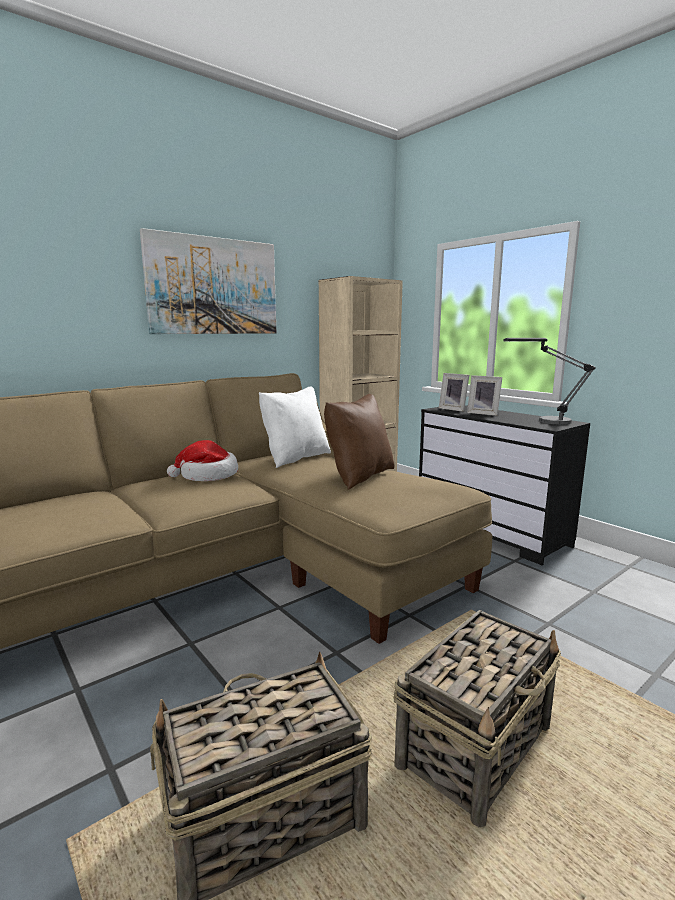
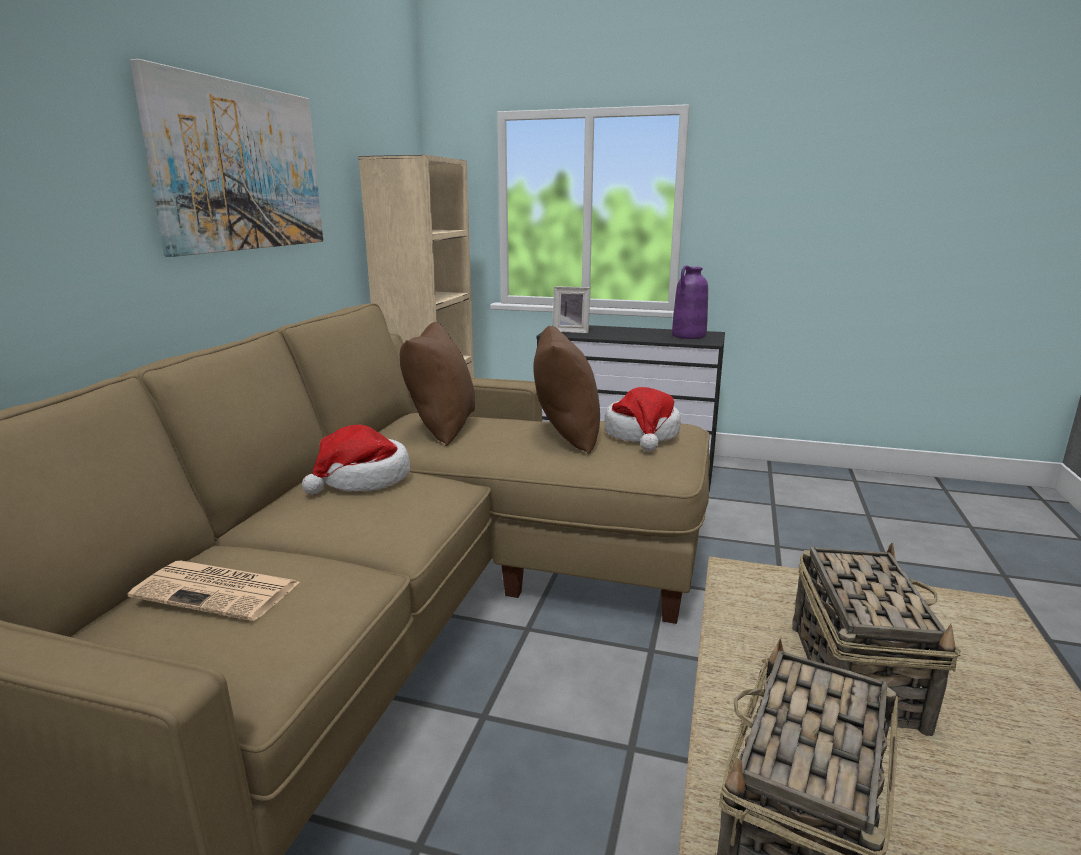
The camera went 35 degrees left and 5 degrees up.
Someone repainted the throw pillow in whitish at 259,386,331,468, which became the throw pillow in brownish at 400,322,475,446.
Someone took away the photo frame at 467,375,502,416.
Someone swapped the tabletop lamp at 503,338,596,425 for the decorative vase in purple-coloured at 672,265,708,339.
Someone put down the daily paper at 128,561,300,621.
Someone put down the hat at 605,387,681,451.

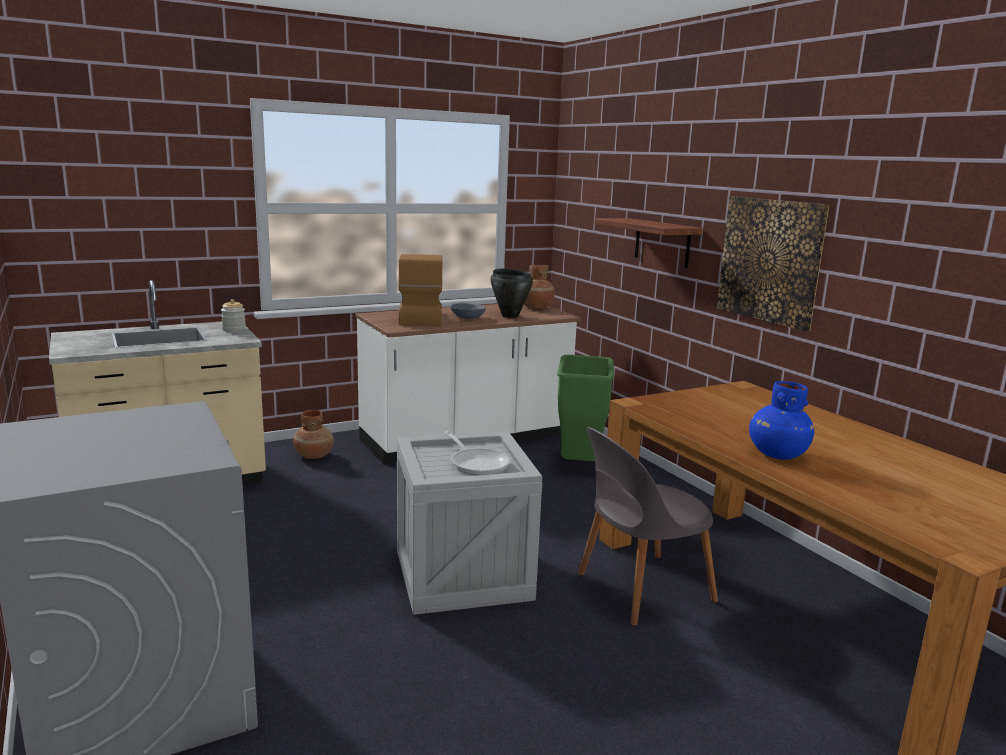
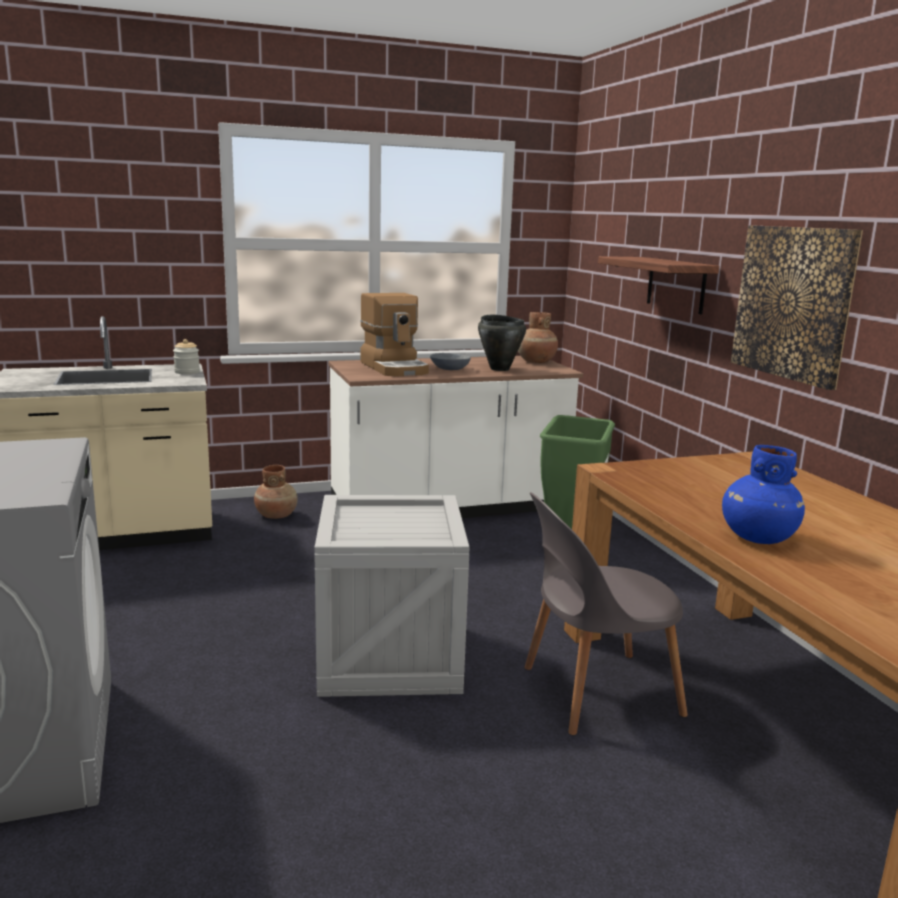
The camera went 10 degrees right and 0 degrees up.
Someone rotated the coffee maker at 398,254,443,326 by 150 degrees clockwise.
Someone took away the frying pan at 444,431,511,475.

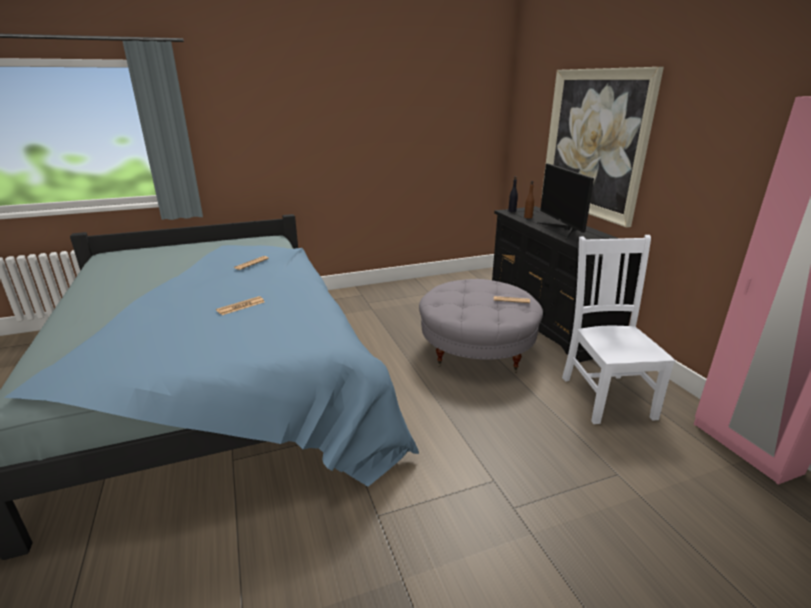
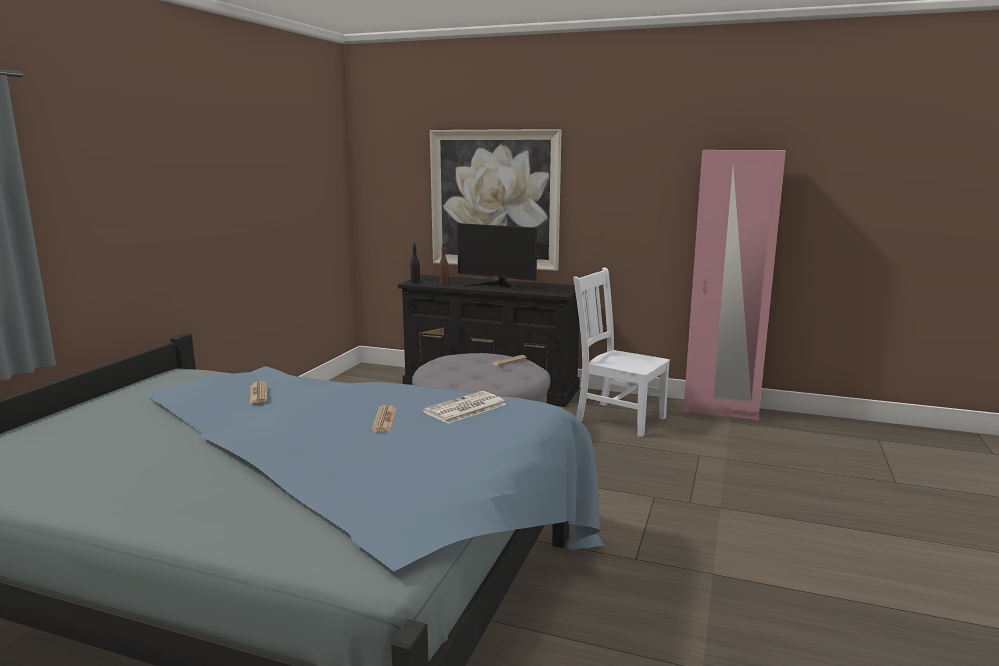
The camera went 50 degrees left and 10 degrees down.
Someone put down the daily paper at 423,391,507,424.

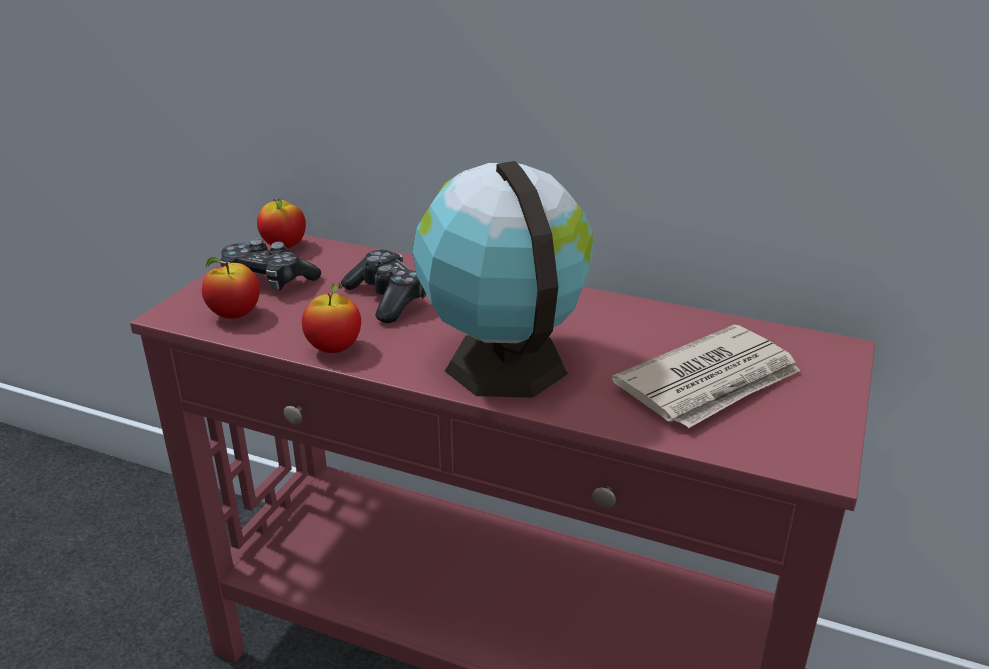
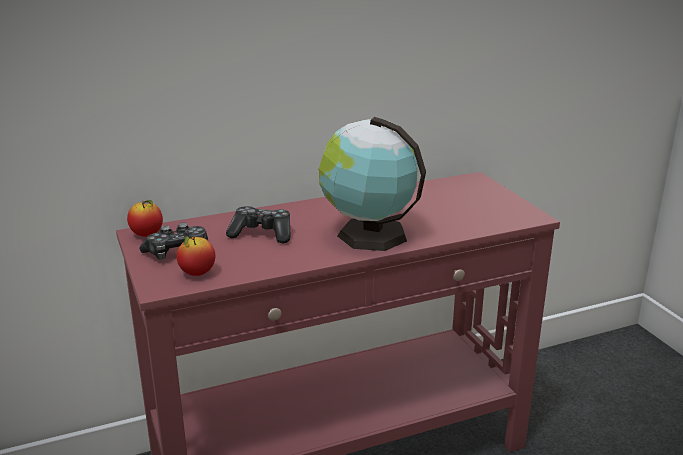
The camera went 45 degrees left and 5 degrees down.
Someone took away the apple at 302,282,361,353.
Someone took away the daily paper at 612,325,800,428.

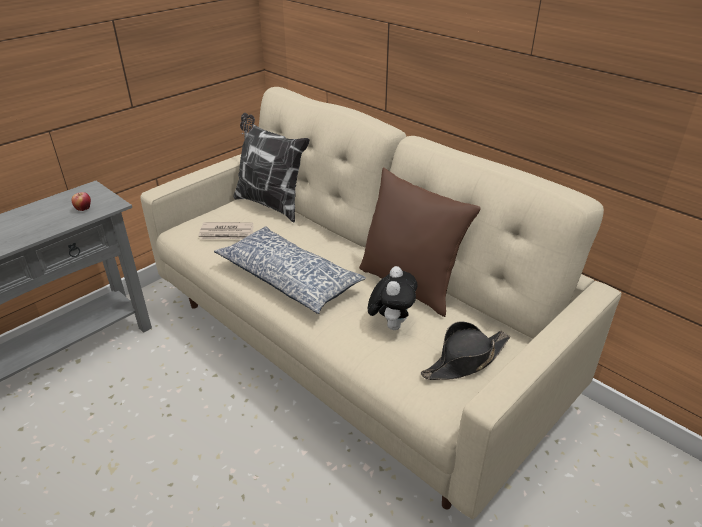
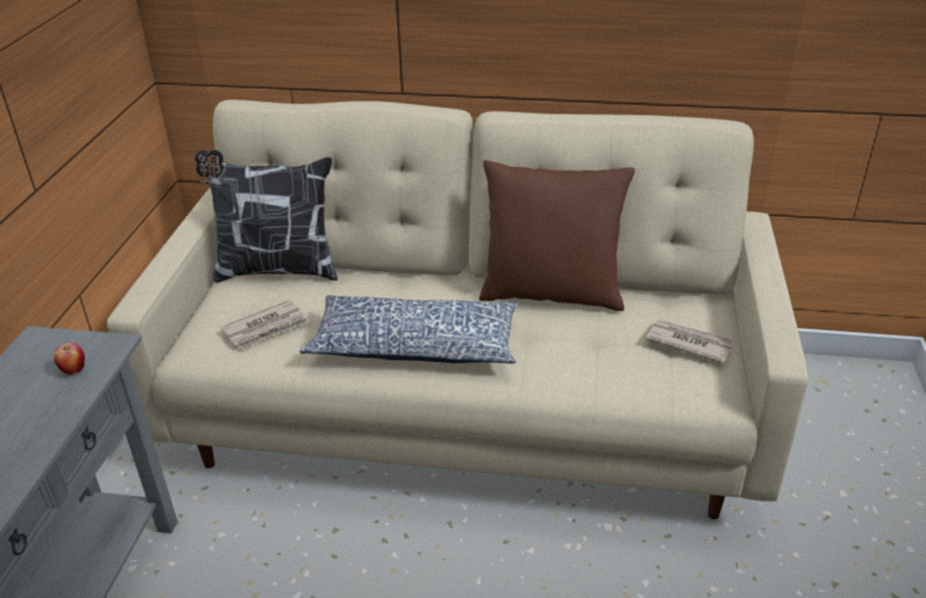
The camera went 35 degrees left and 0 degrees up.
Someone took away the plush toy at 368,266,418,330.
Someone swapped the hat in black-coloured at 421,321,510,380 for the daily paper at 646,320,735,364.

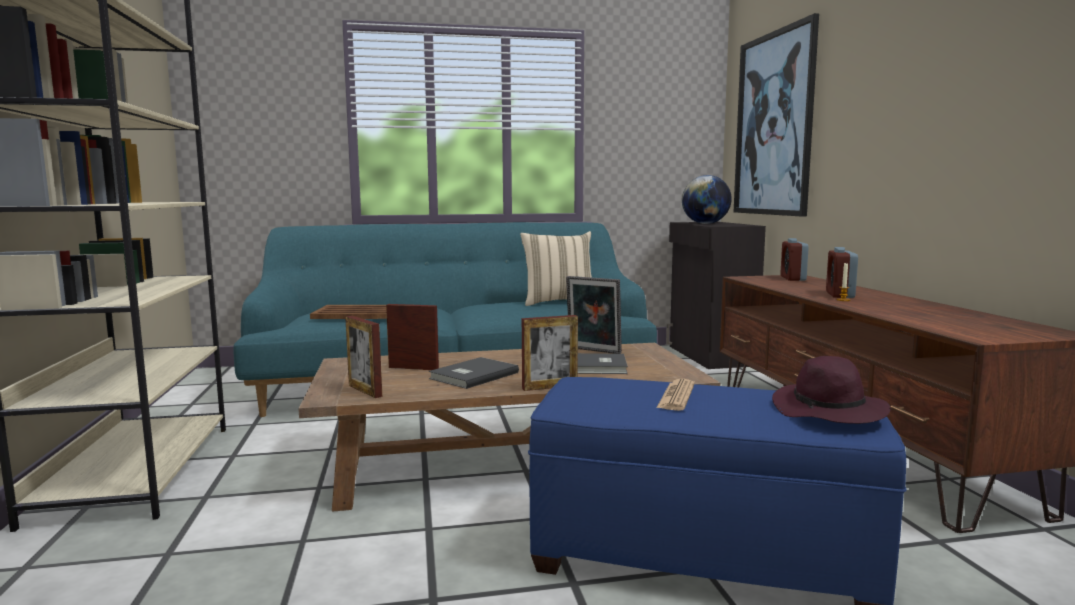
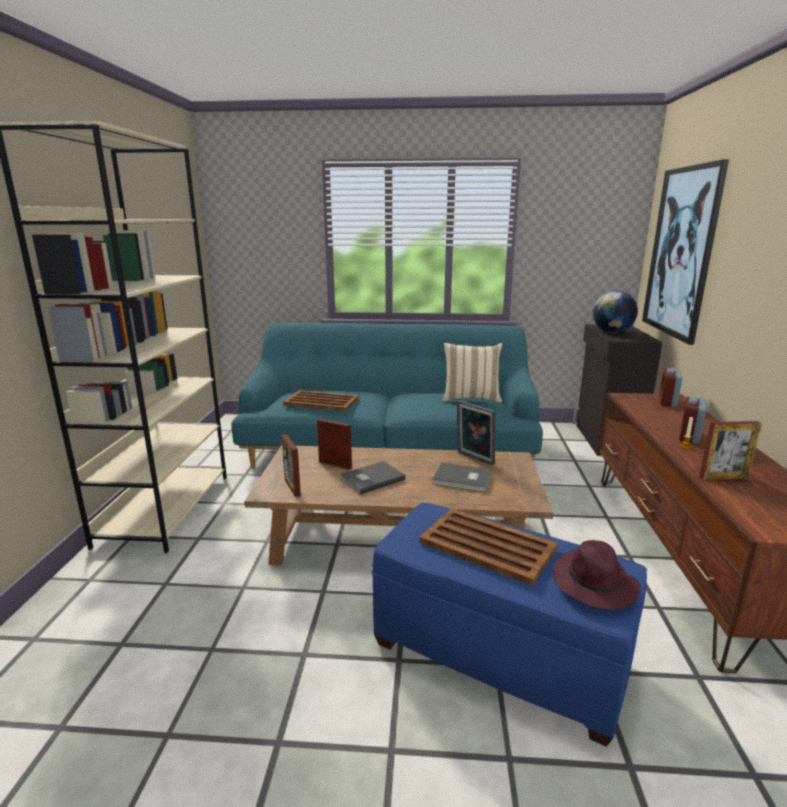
The camera went 15 degrees right and 10 degrees up.
Someone carried the photo frame from 522,315,578,391 to 699,421,762,480.
Someone swapped the daily paper at 657,379,695,411 for the carrying tray in brownish at 419,508,558,586.

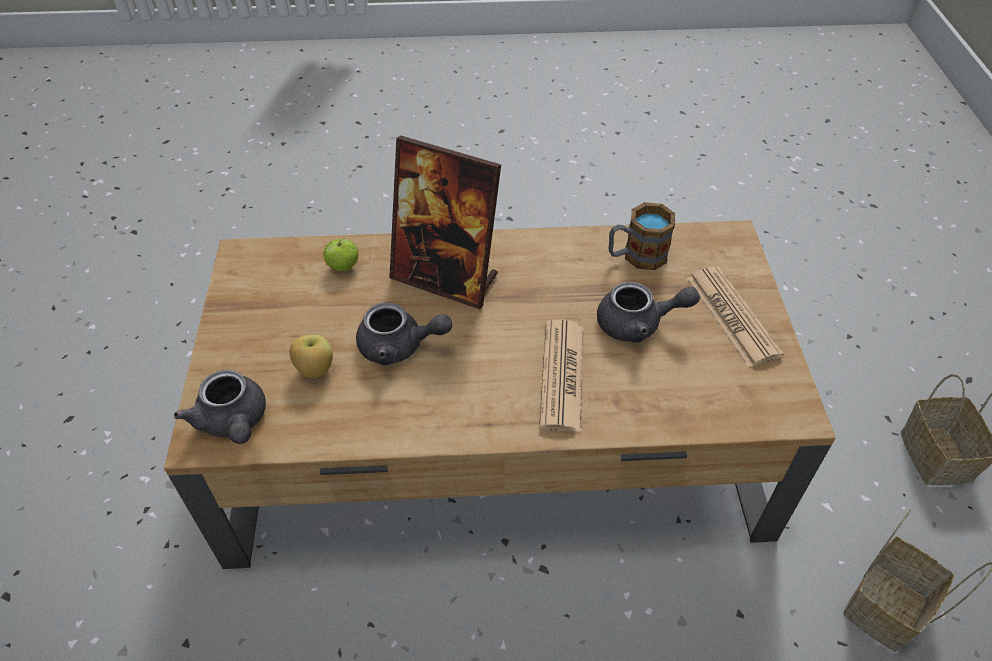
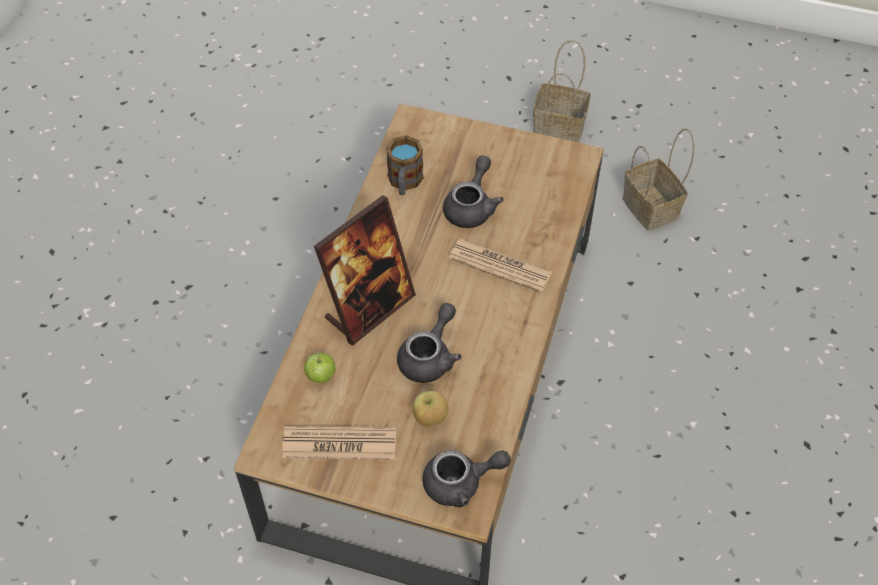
The camera went 70 degrees left and 5 degrees up.
Someone carried the daily paper from 686,266,784,367 to 282,426,396,460.

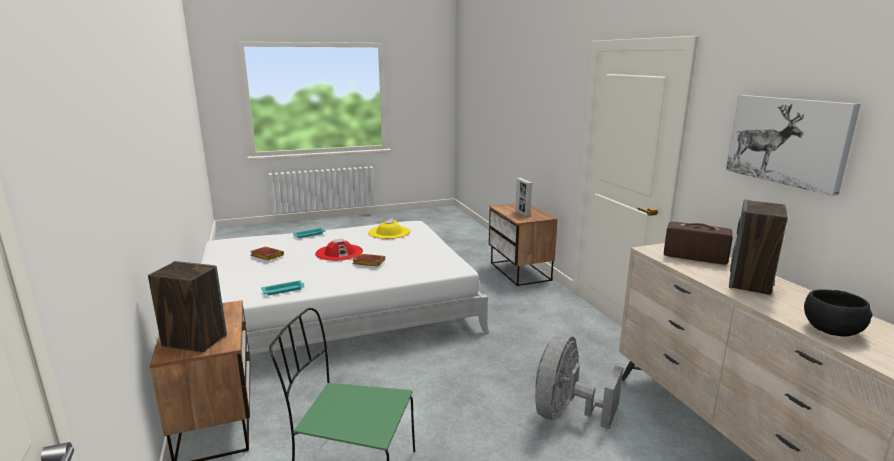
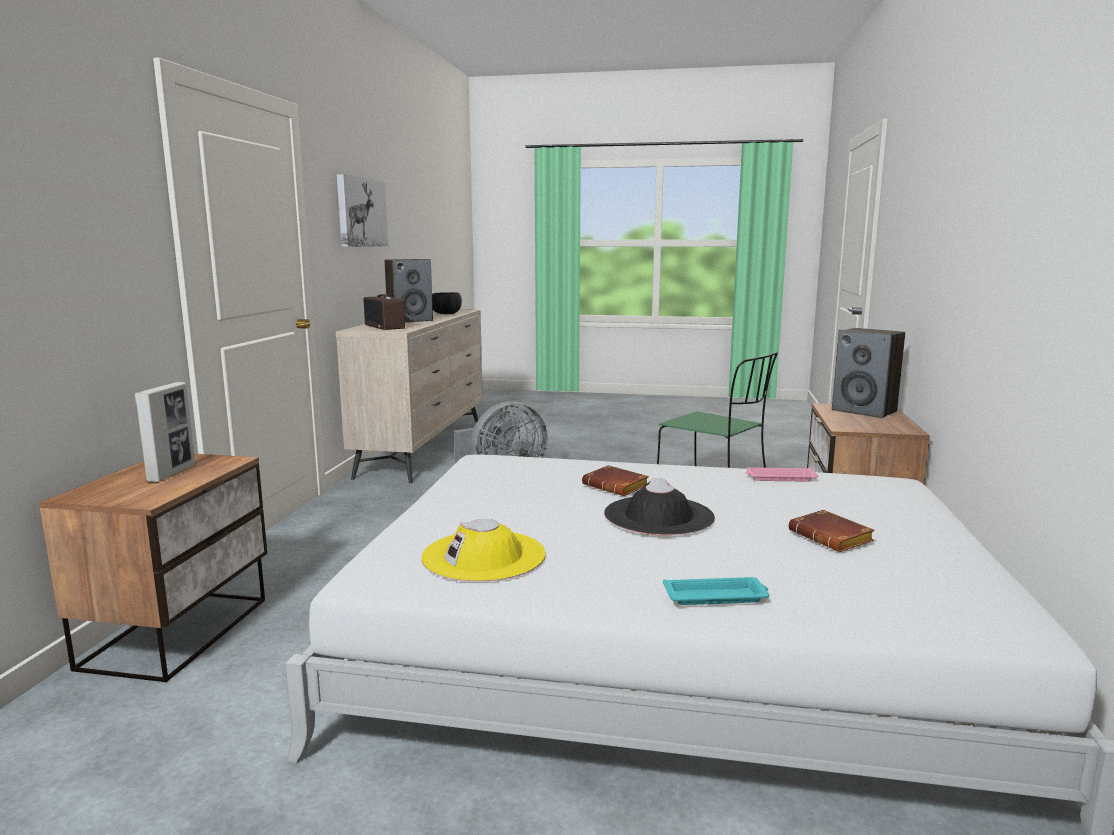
The camera went 150 degrees left and 5 degrees down.
Someone repainted the carrying tray in turquoise at 261,280,304,295, which became the carrying tray in pink-coloured at 745,467,818,481.
Someone repainted the hat in red-coloured at 315,239,363,261, which became the hat in black-coloured at 604,478,715,536.

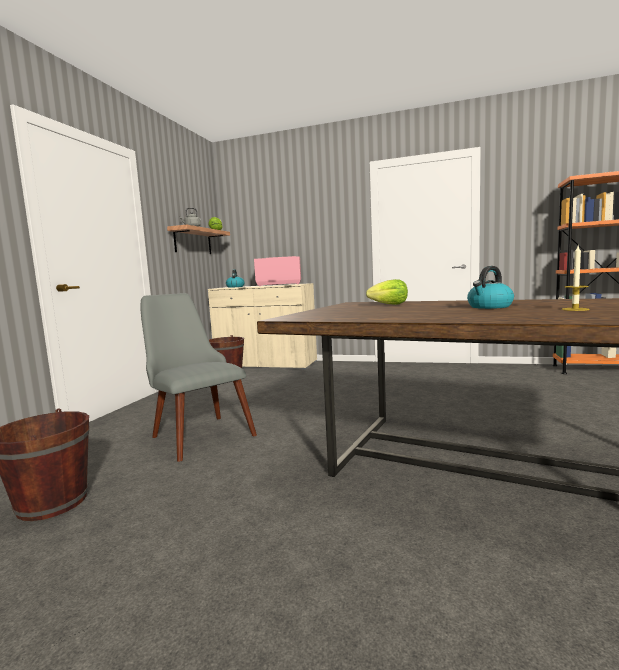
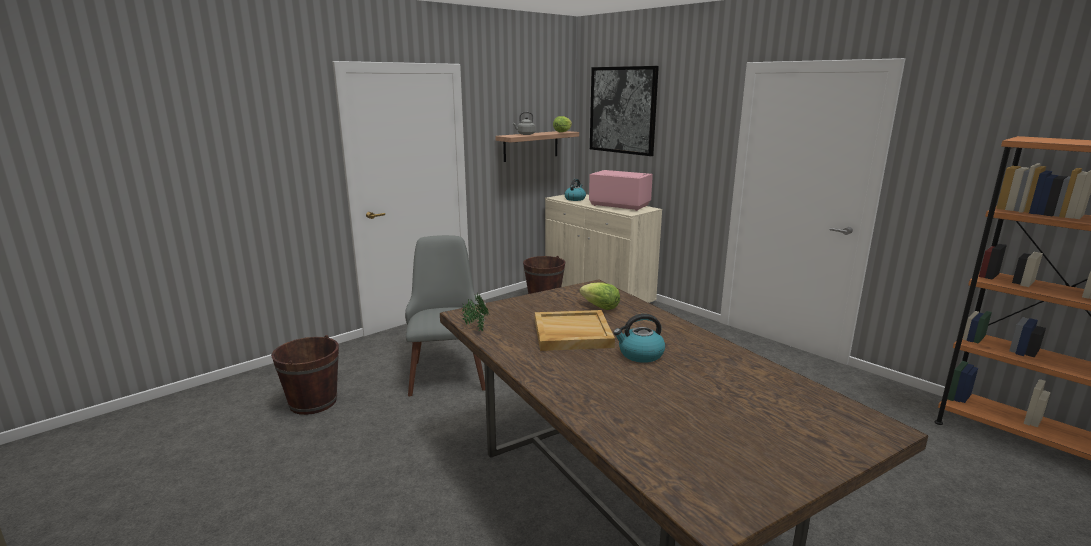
The camera went 30 degrees right and 10 degrees up.
Someone took away the wax light at 561,246,589,311.
Someone put down the potted plant at 462,293,489,331.
Someone put down the carrying tray in beige at 535,310,615,351.
Someone put up the picture at 590,66,659,156.

